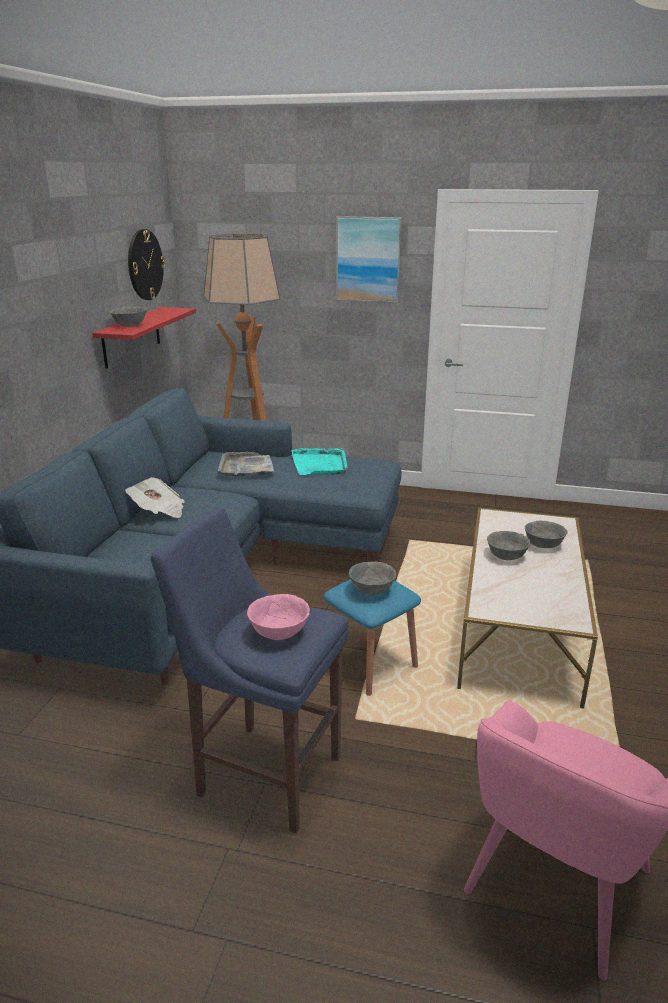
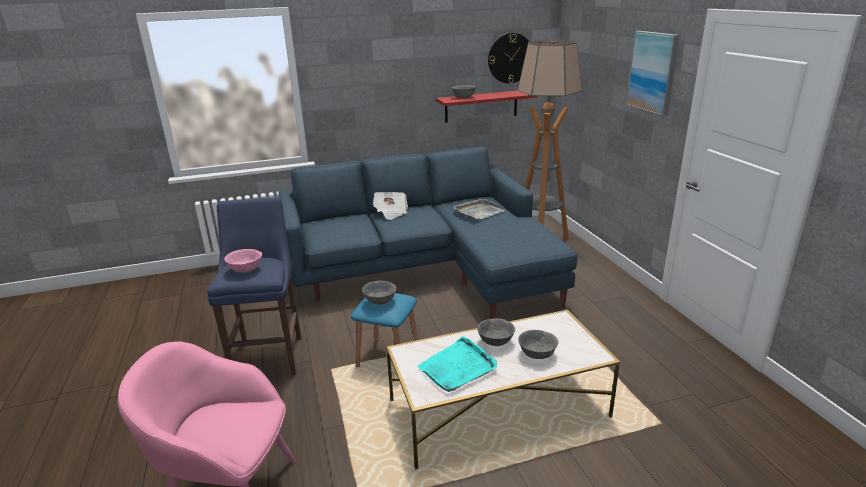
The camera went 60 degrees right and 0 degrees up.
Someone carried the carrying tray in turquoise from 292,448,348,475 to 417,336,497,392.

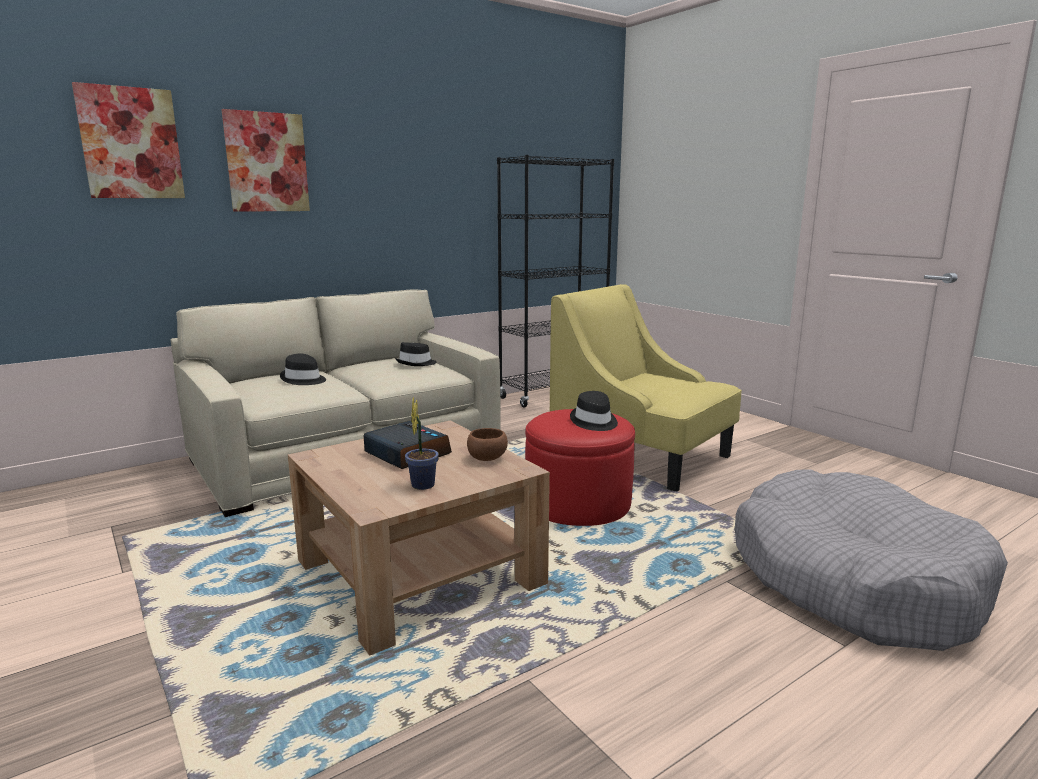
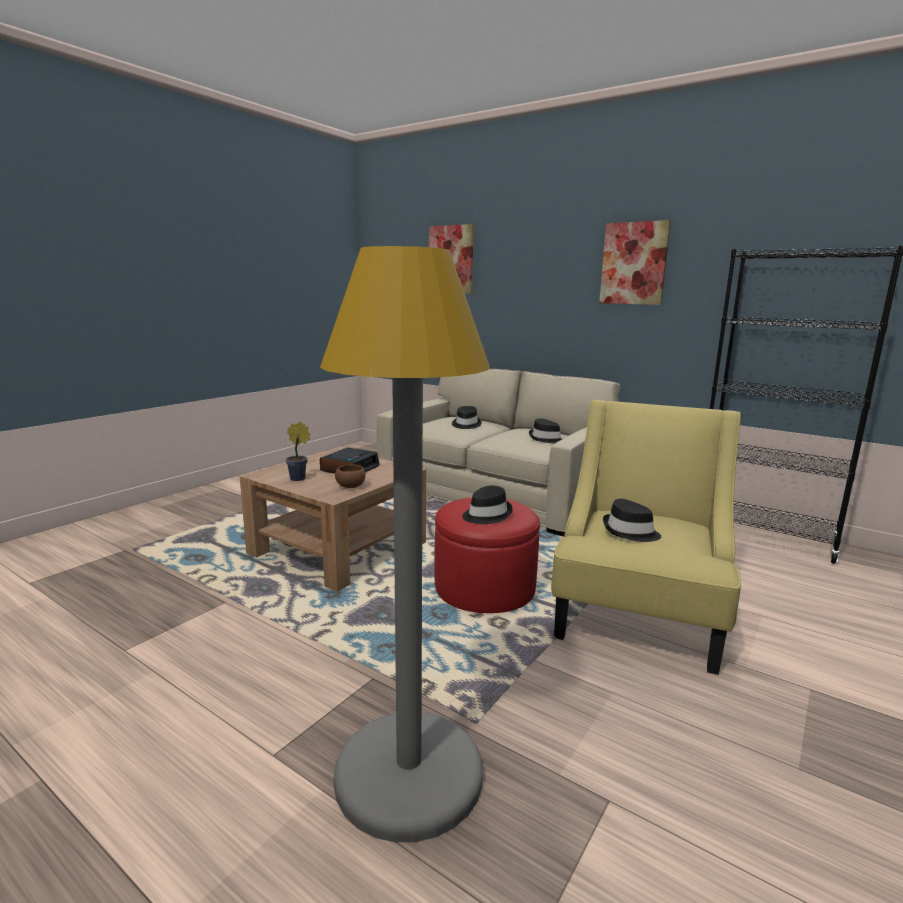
The camera went 70 degrees right and 0 degrees up.
Someone carried the picture from 222,109,310,212 to 599,220,671,305.
Someone swapped the dog bed in grey at 735,469,1008,651 for the standing lamp in grey at 320,246,490,842.
Someone put down the hat in black-coloured at 603,499,661,542.

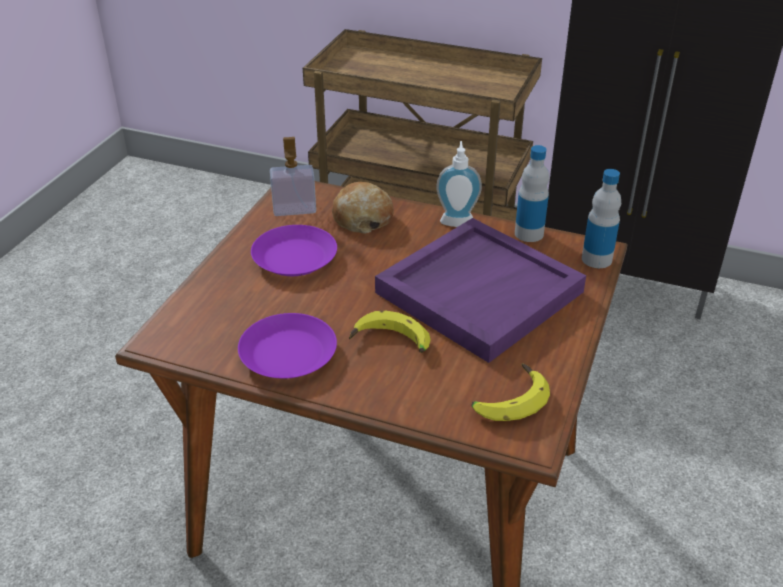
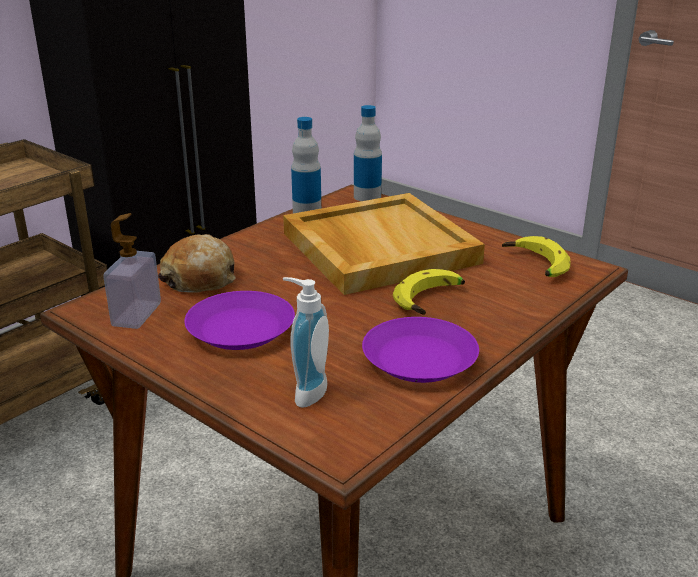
The camera went 70 degrees left and 10 degrees down.
Someone repainted the carrying tray in purple-coloured at 375,218,586,363, which became the carrying tray in beige at 283,193,485,295.
Someone carried the liquid soap bottle from 436,141,482,227 to 283,277,329,407.

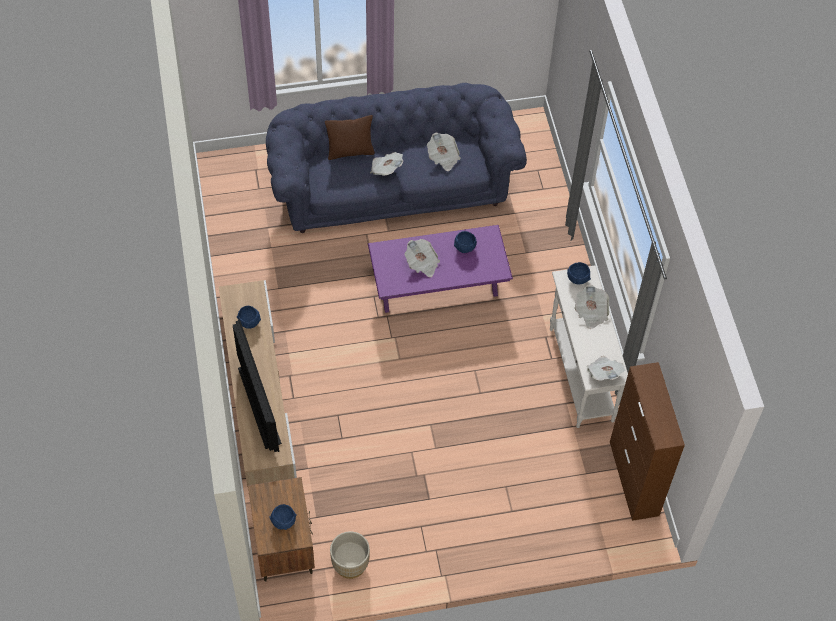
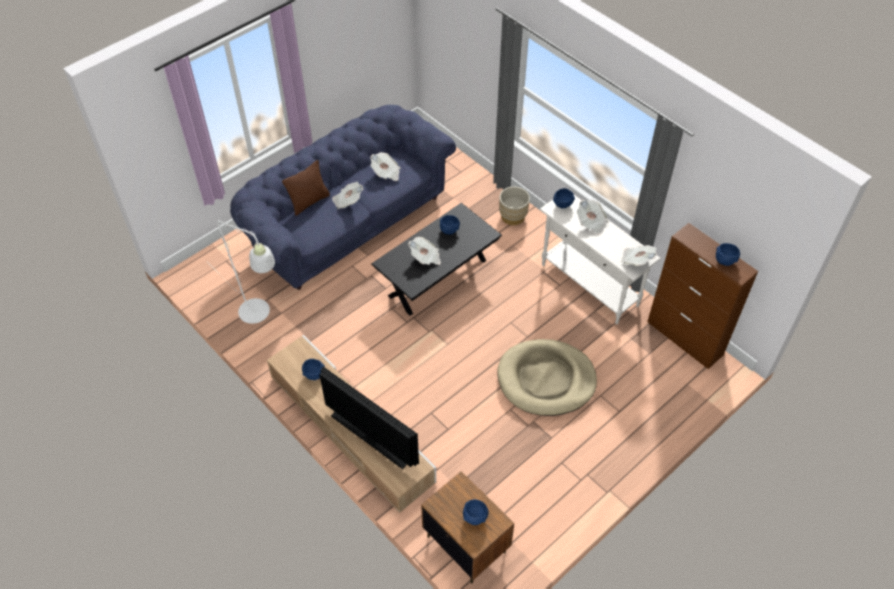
The camera went 30 degrees left and 5 degrees down.
Someone carried the planter in beige from 330,531,370,579 to 499,187,530,225.
Someone repainted the lounge table in purple-coloured at 368,225,513,313, which became the lounge table in black-coloured at 371,203,502,316.
Someone put down the standing lamp in whitish at 215,220,275,324.
Someone put down the dog bed in beige at 497,339,597,416.
Someone put down the serving bowl in bluish at 716,243,740,266.

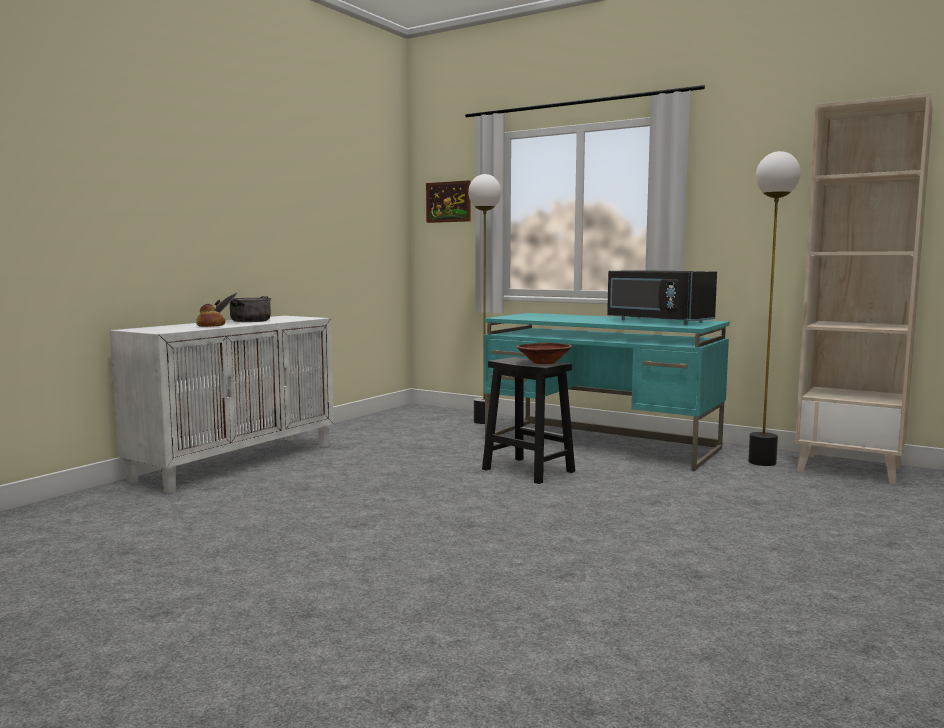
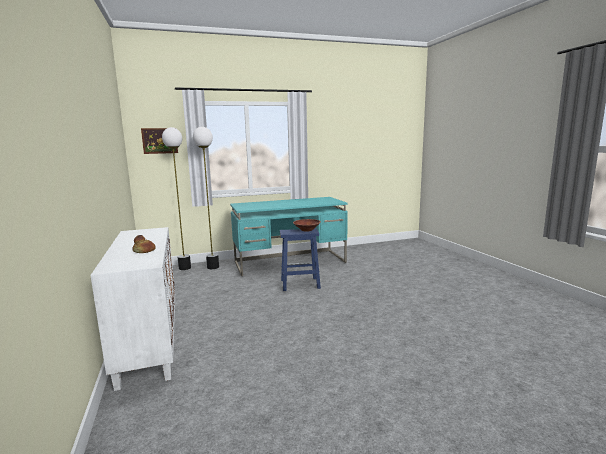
The camera went 50 degrees left and 5 degrees up.
Someone took away the stockpot at 215,292,271,322.
Someone repainted the sitting stool in black-coloured at 482,357,575,484, which became the sitting stool in bluish at 280,228,321,291.
Someone took away the kitchen microwave in black-coloured at 607,270,717,325.
Someone carried the standing lamp from 748,151,801,466 to 162,127,191,270.
Someone took away the shelving unit in beige at 795,93,933,485.

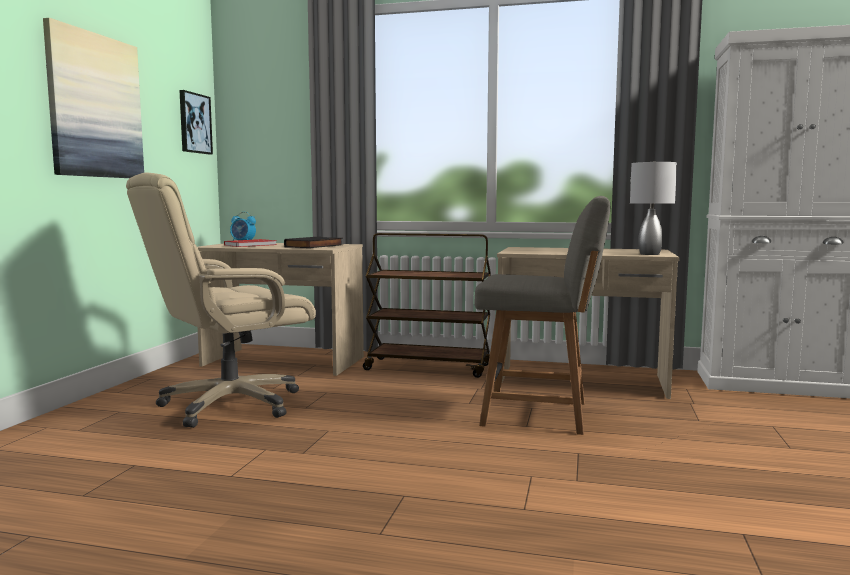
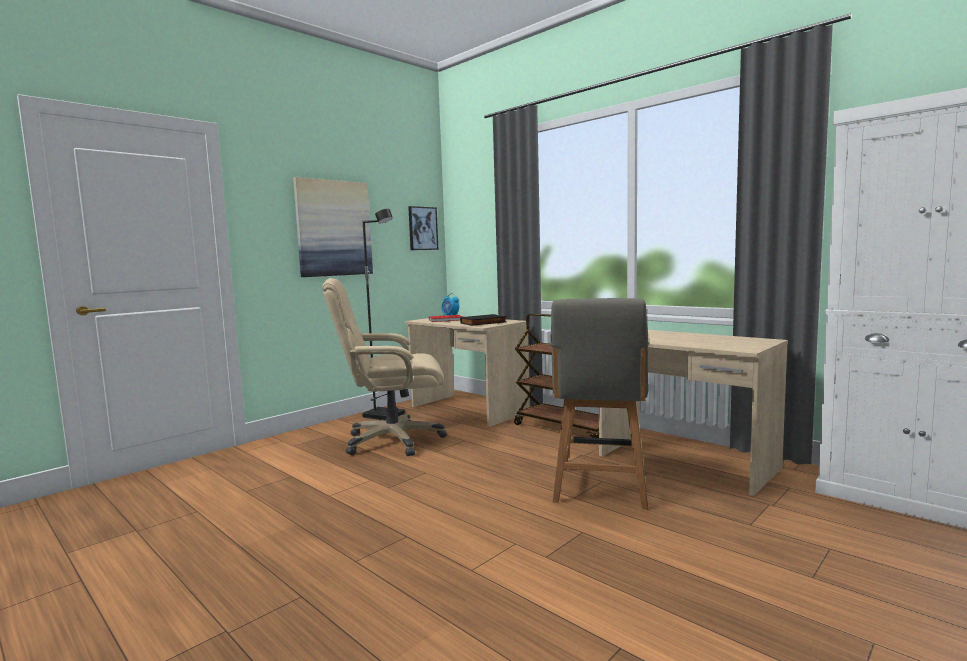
The camera went 30 degrees right and 0 degrees up.
Someone rotated the plain chair in grey at 474,196,610,435 by 60 degrees clockwise.
Someone took away the tabletop lamp in grey at 630,161,677,255.
Someone put down the standing lamp in black-coloured at 362,209,405,420.

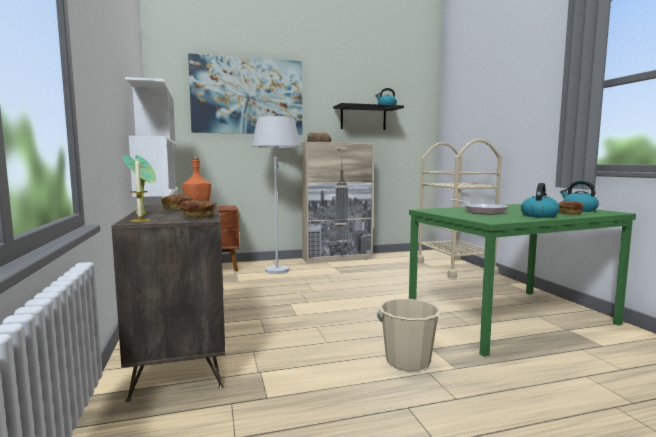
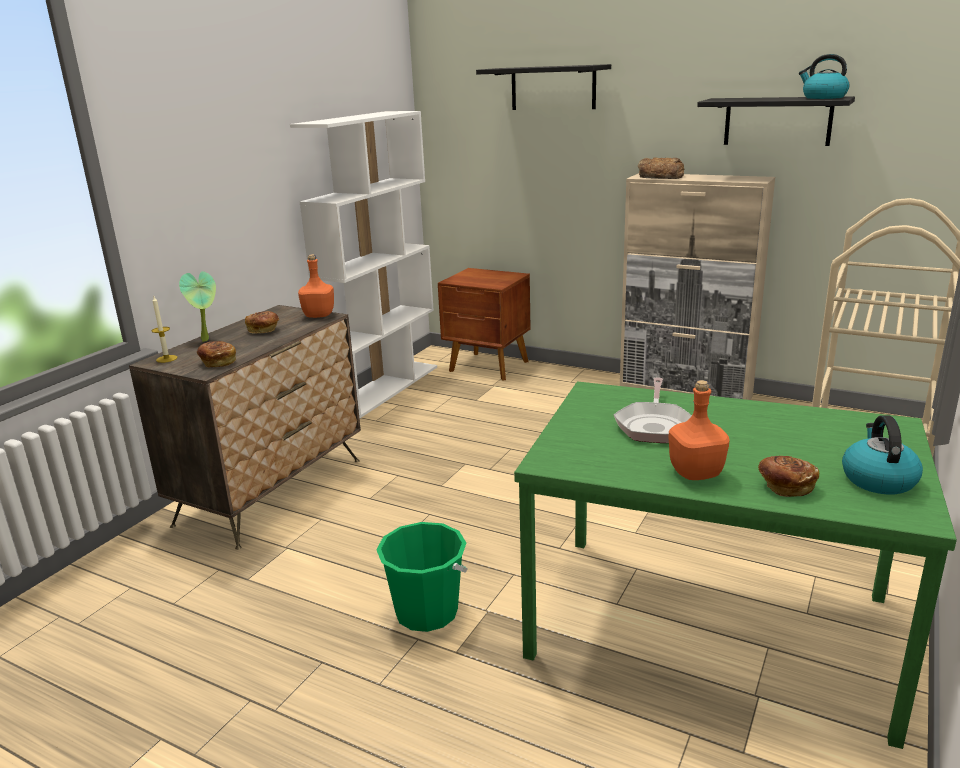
The camera went 45 degrees right and 15 degrees up.
Someone swapped the picture at 188,53,302,135 for the shelf in black-coloured at 476,64,611,110.
Someone took away the standing lamp in whitish at 252,116,301,274.
Someone repainted the bucket in beige at 377,299,441,371, which became the bucket in greenish at 376,522,468,632.
Someone swapped the kettle at 521,183,560,218 for the beverage bottle in orange at 668,380,729,480.

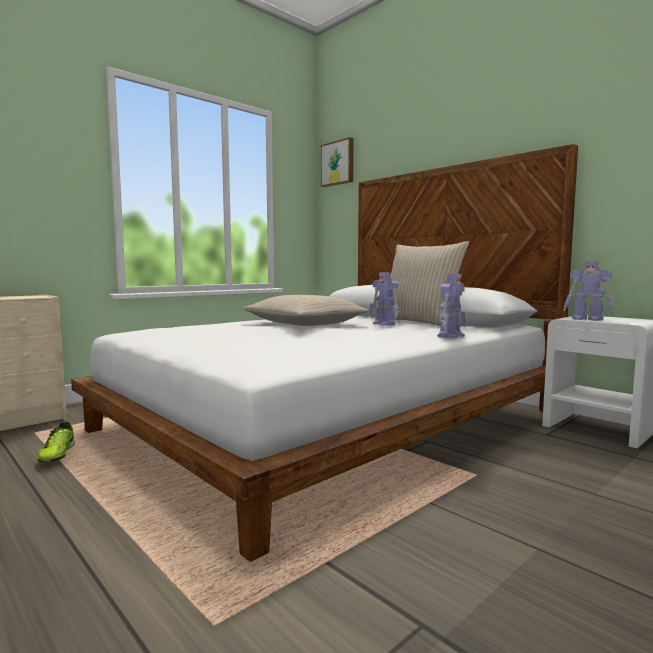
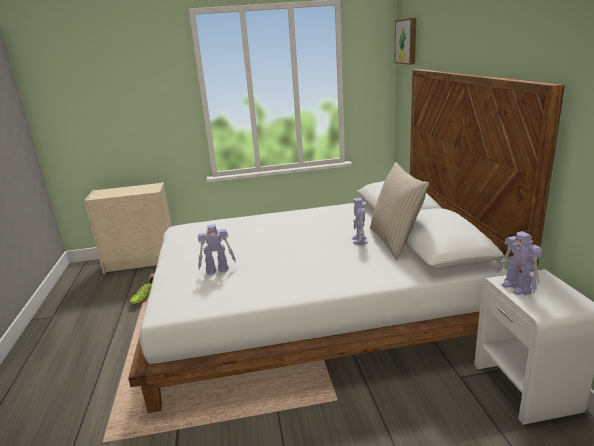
The camera went 35 degrees right and 15 degrees up.
Someone took away the throw pillow in beige at 244,295,369,326.
Someone carried the robot figure from 437,274,466,338 to 198,224,236,275.

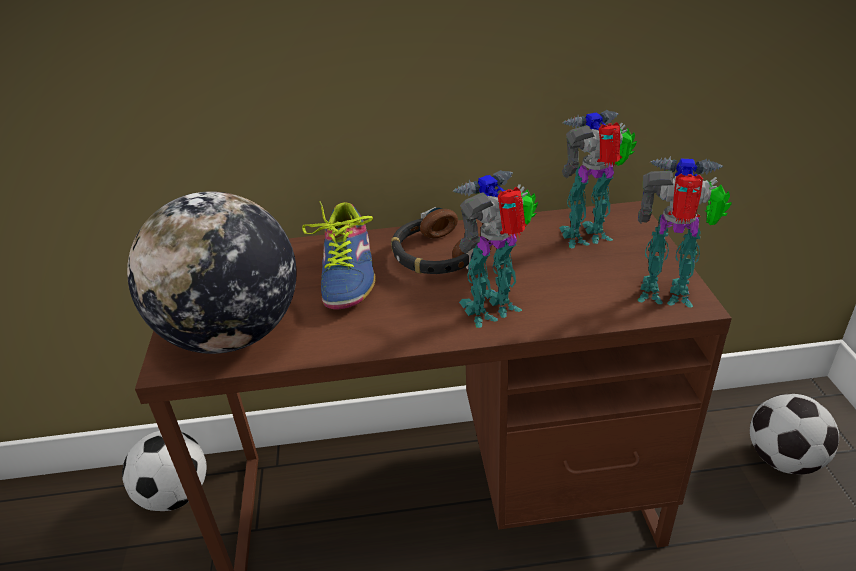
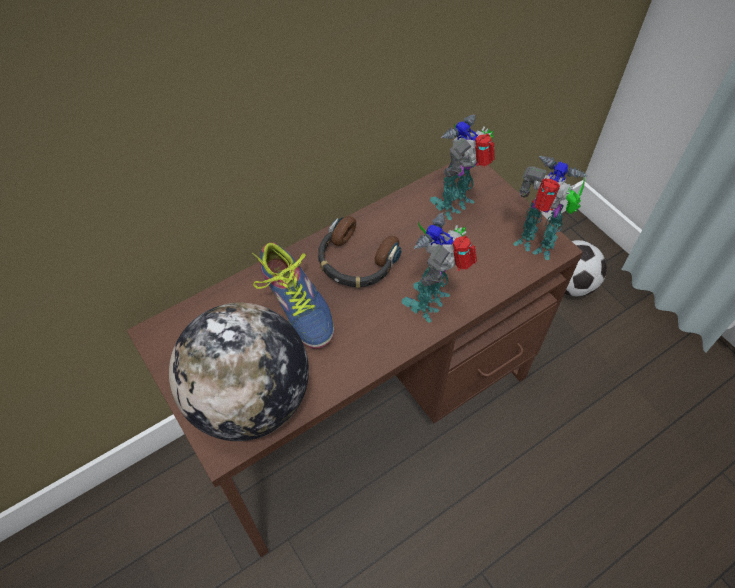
The camera went 30 degrees left and 20 degrees up.
Someone took away the football at 122,431,207,511.
Someone rotated the robot figure at 637,156,732,308 by 45 degrees clockwise.

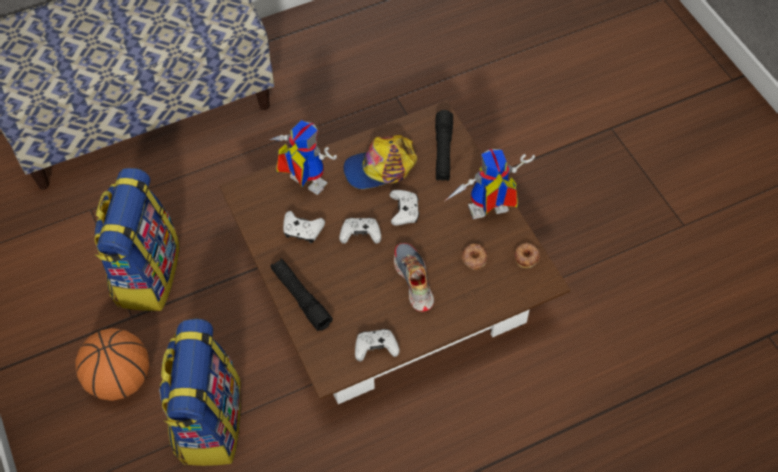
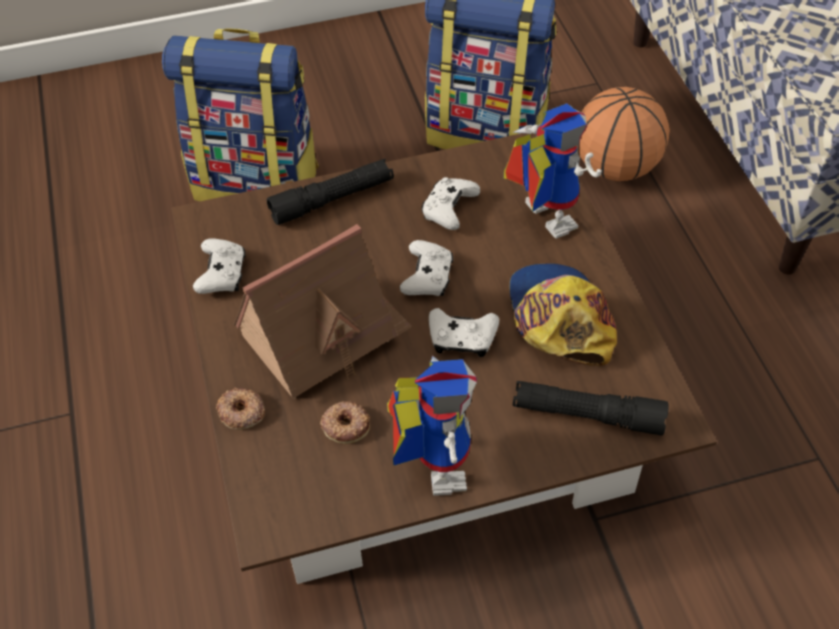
The camera went 100 degrees right and 5 degrees down.
Someone carried the basketball ball from 75,328,150,401 to 578,87,670,181.
Someone rotated the robot figure at 269,120,337,195 by 75 degrees counterclockwise.
Someone swapped the shoe at 394,243,434,312 for the toy house at 233,224,412,399.
Someone carried the donut from 514,243,540,268 to 216,387,265,430.

